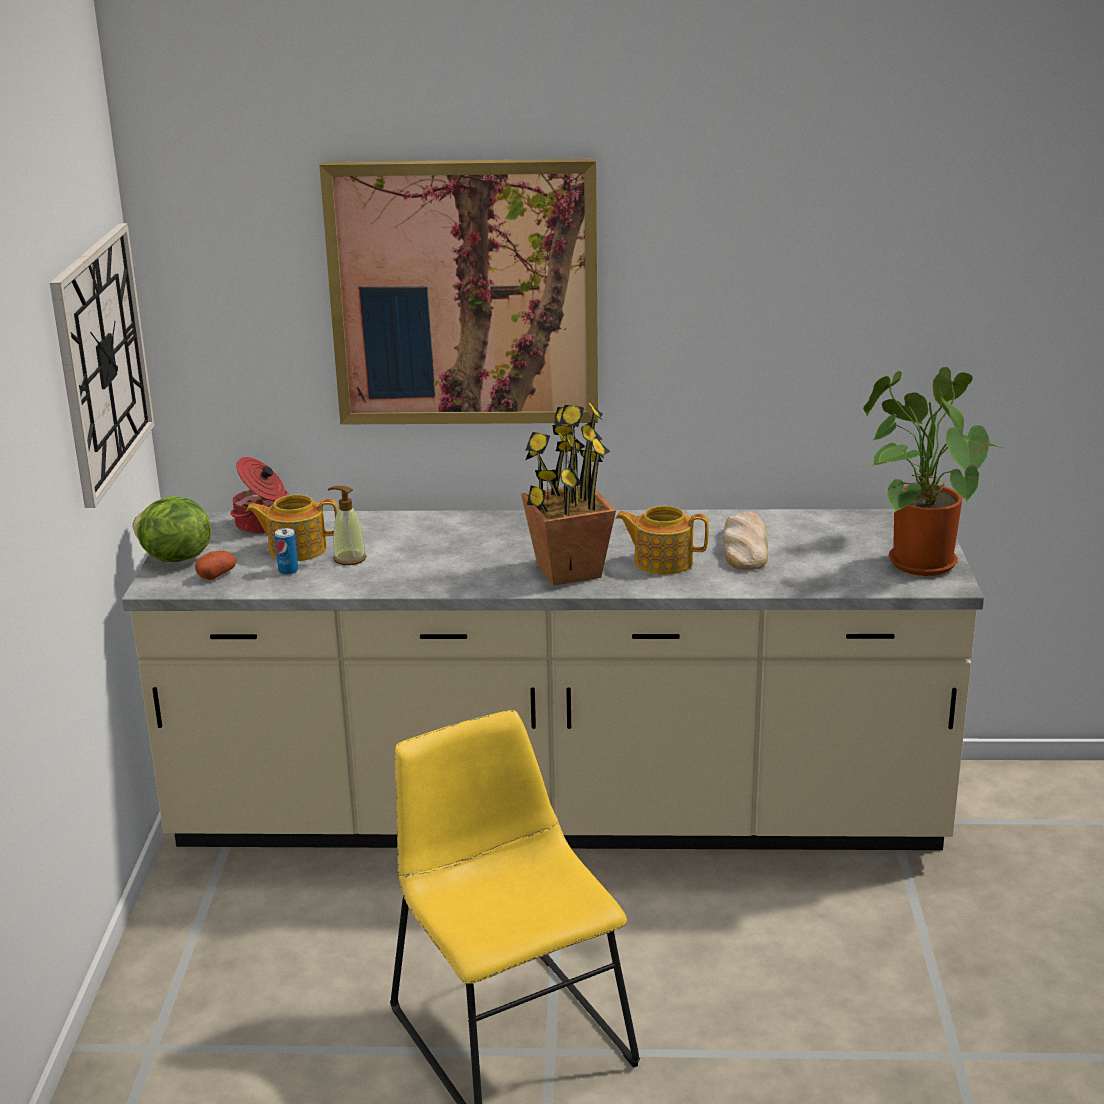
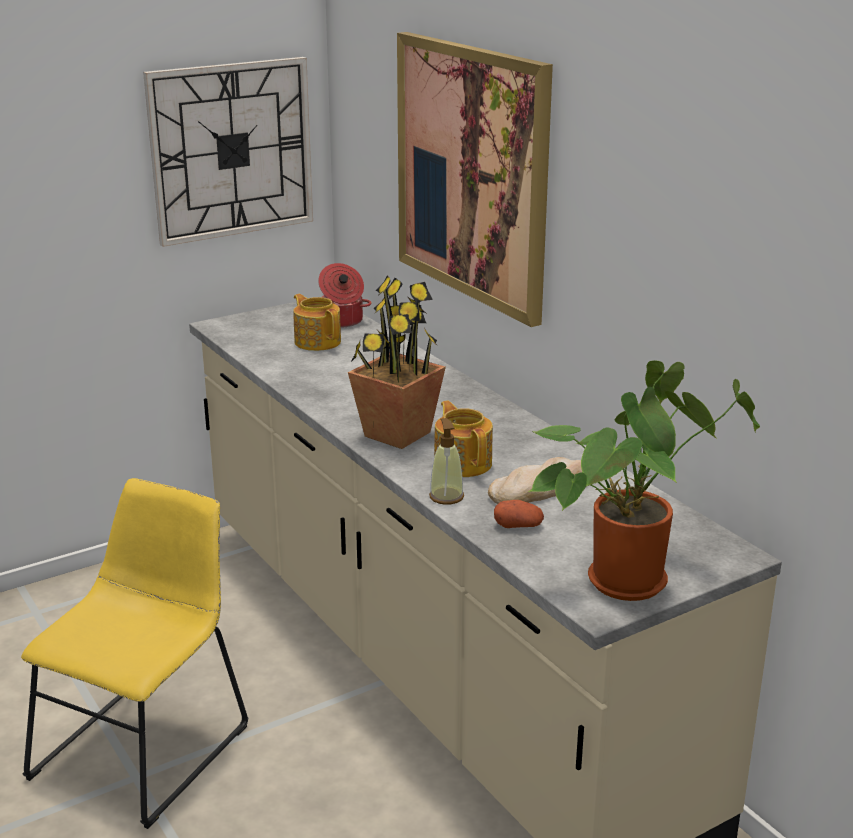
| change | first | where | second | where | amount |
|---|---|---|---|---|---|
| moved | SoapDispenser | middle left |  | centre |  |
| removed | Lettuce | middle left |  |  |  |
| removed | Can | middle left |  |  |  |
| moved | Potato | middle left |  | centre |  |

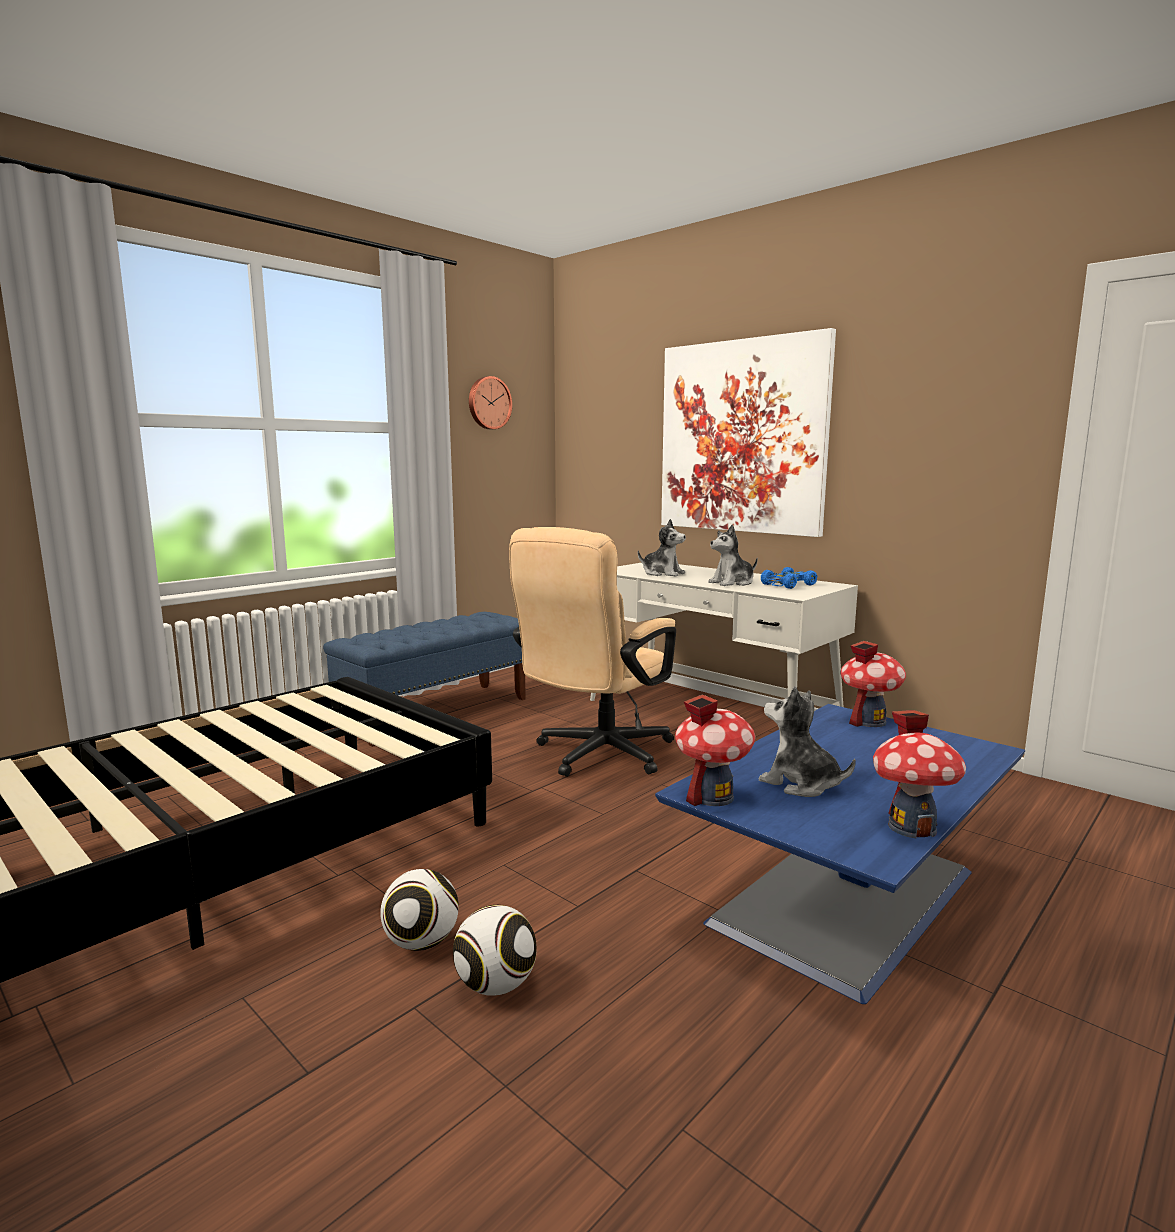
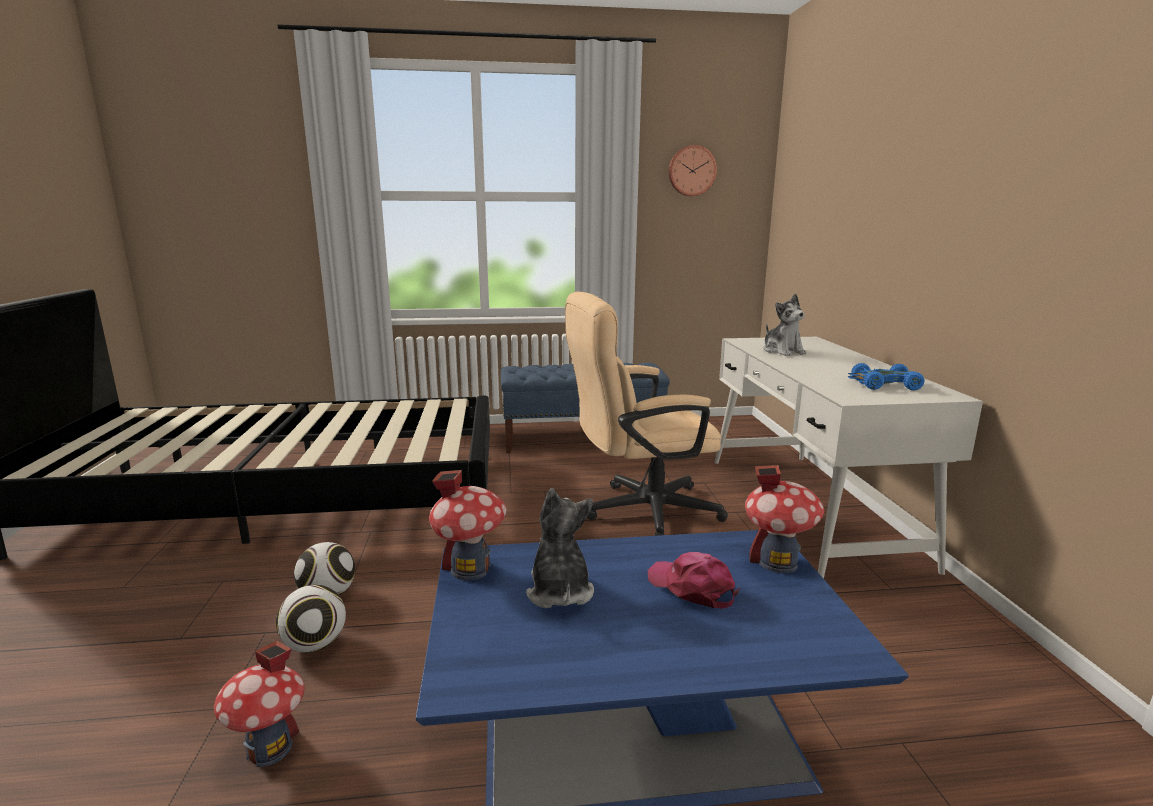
| change | first | where | second | where | amount |
|---|---|---|---|---|---|
| removed | Picture | centre |  |  |  |
| removed | PlushToy (2nd from left) | centre |  |  |  |
| moved | ToyHouse (3rd from left in the first image) | middle right | ToyHouse (1st from left) | bottom left |  |
| added |  |  | PinkCap | bottom centre |  |

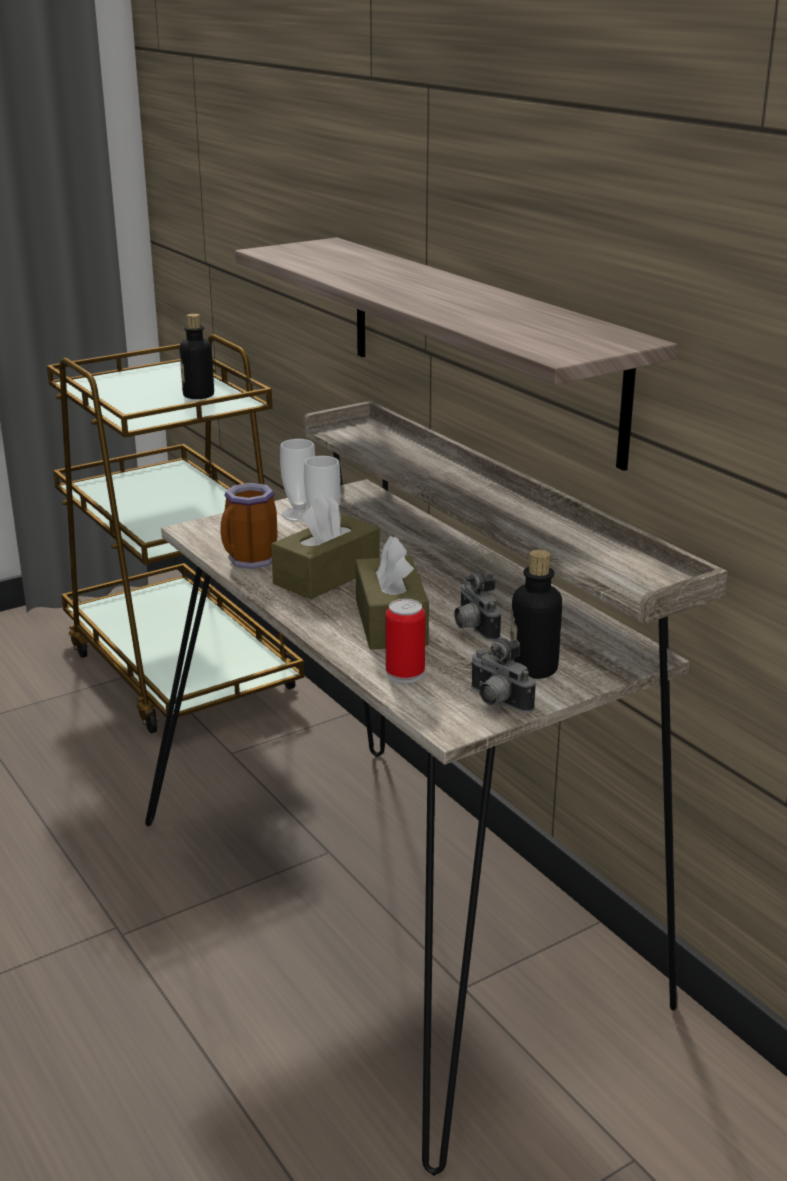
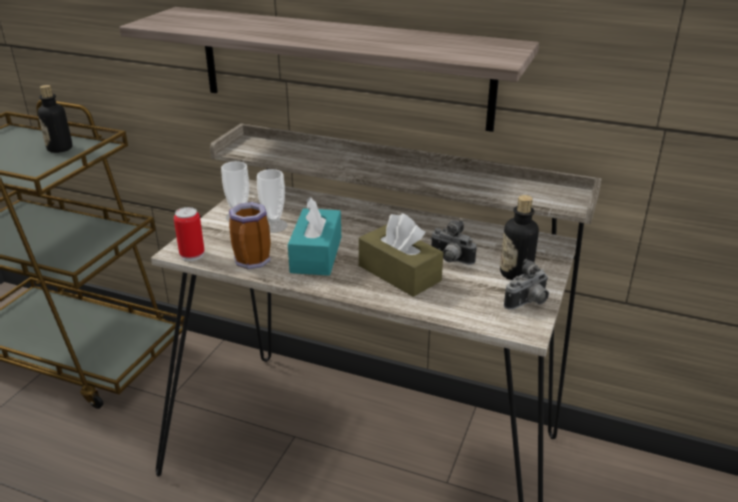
| change | first | where | second | where | amount |
|---|---|---|---|---|---|
| recoloured | BrownTissueBox (1st from left) | centre | TurquoiseTissueBox | centre |  |
| moved | Can | centre |  | middle left |  |
| turned | PhotoCamera (2nd from left) | centre |  | middle right | 45 degrees counterclockwise |

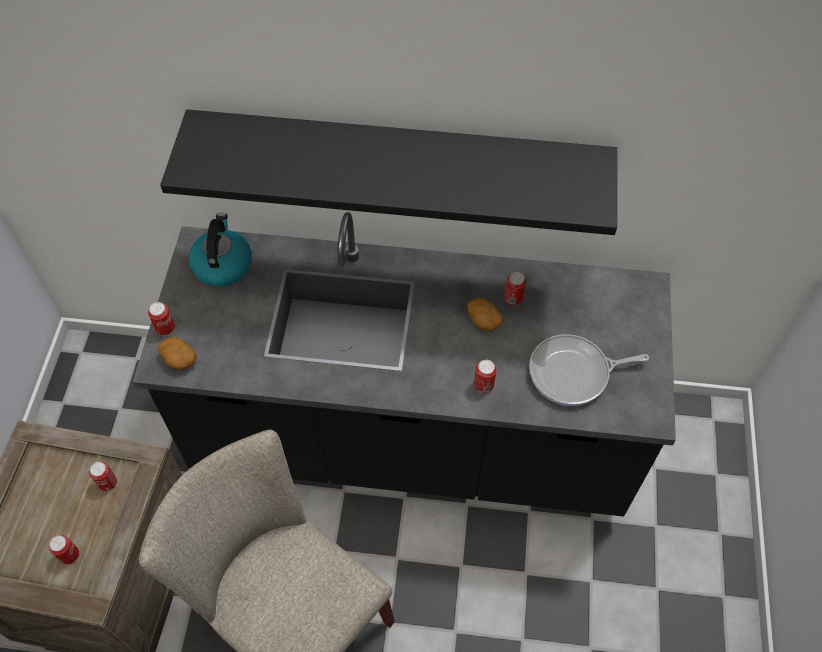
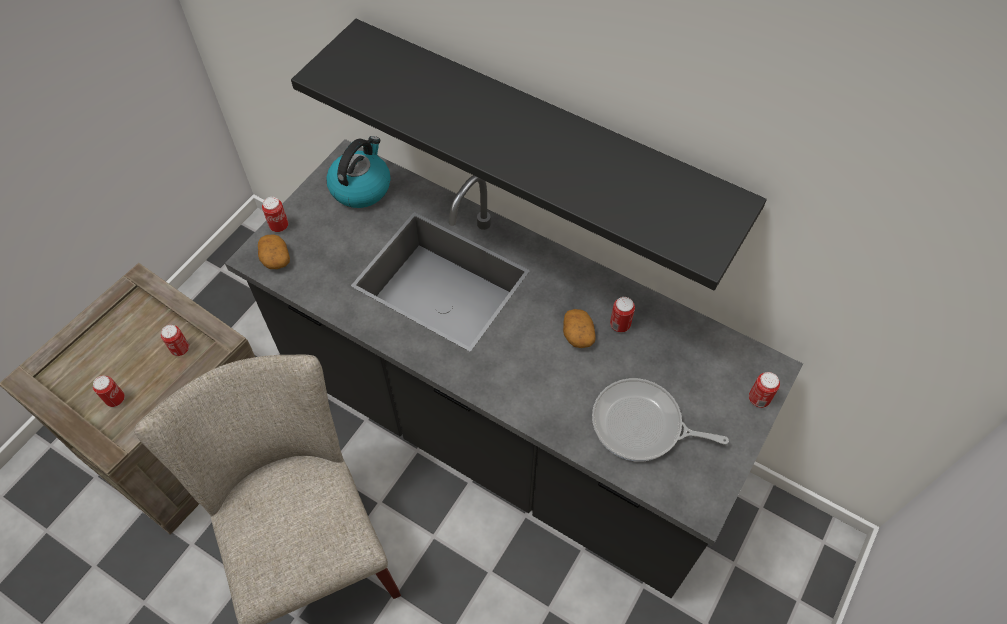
| change | first | where | second | where | amount |
|---|---|---|---|---|---|
| moved | Can (4th from left in the first image) | centre | Can (5th from left) | middle right |  |

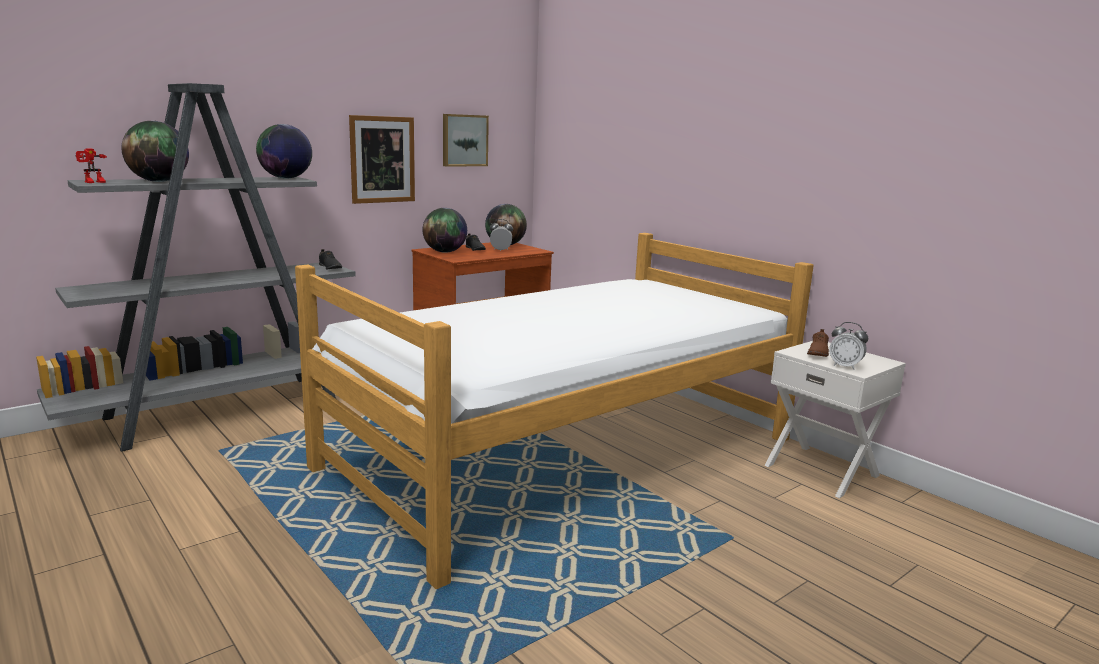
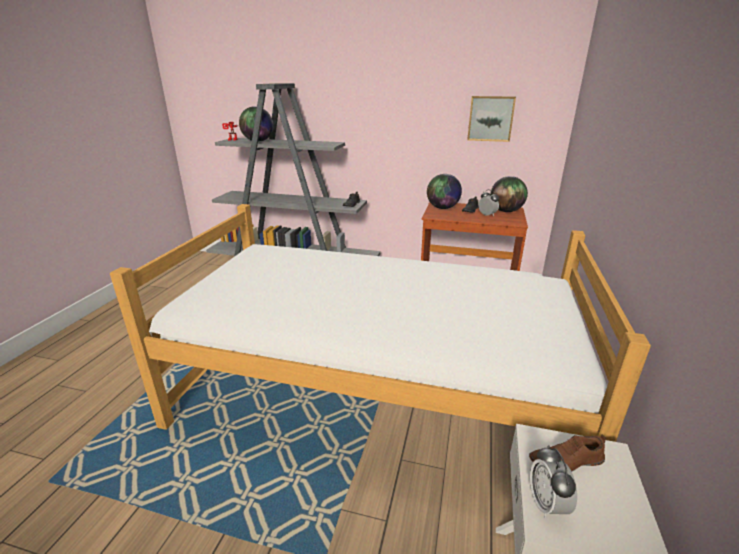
| change | first | where | second | where | amount |
|---|---|---|---|---|---|
| removed | Picture (1st from left) | top centre |  |  |  |
| removed | Globe (2nd from left) | top left |  |  |  |

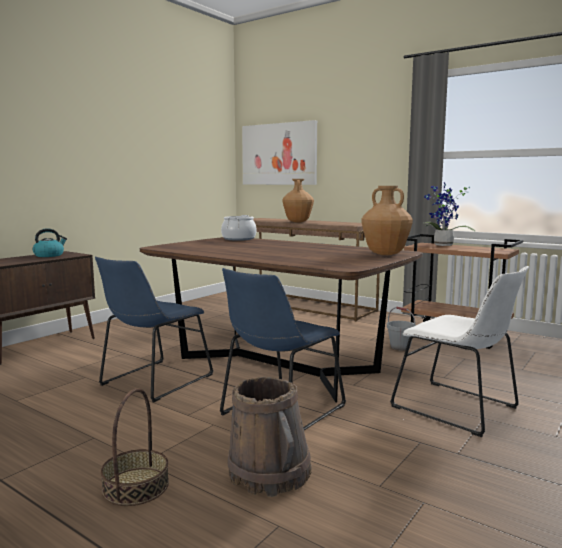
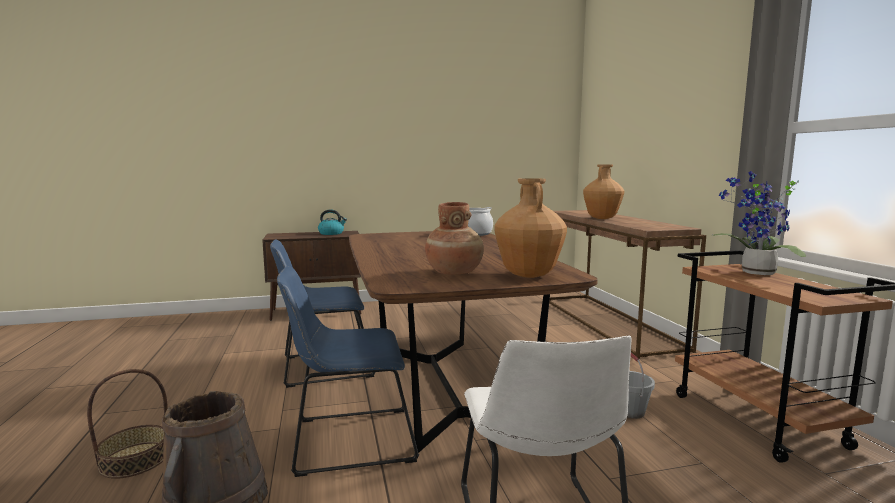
| change | first | where | second | where | amount |
|---|---|---|---|---|---|
| removed | Picture | top centre |  |  |  |
| added |  |  | BrownVase (1st from left) | centre |  |

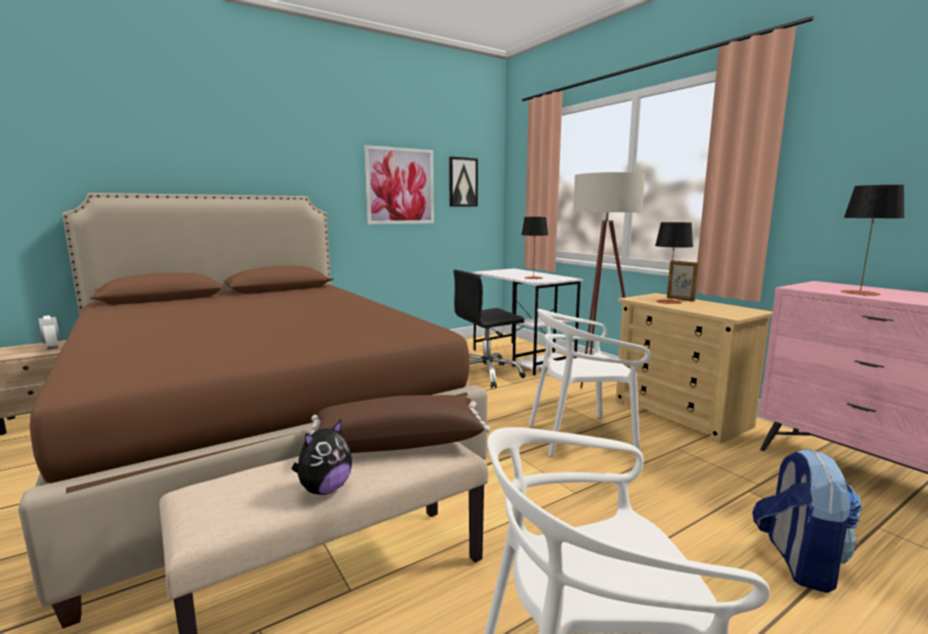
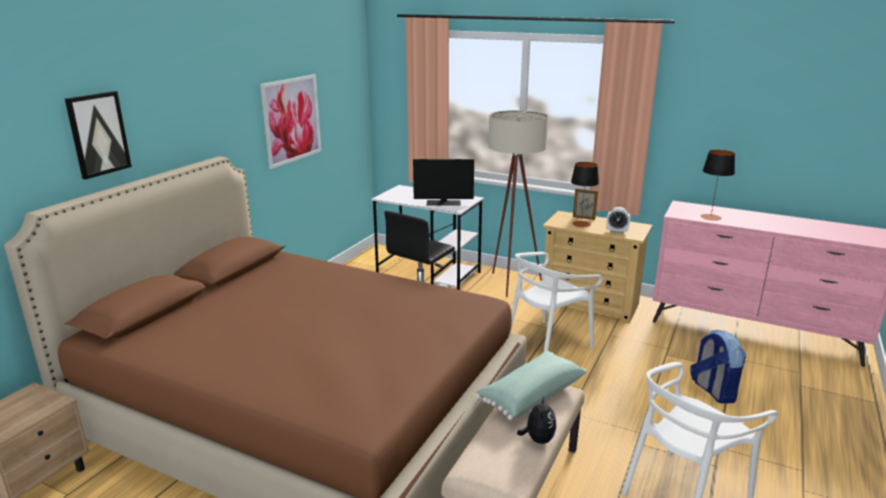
| change | first | where | second | where | amount |
|---|---|---|---|---|---|
| moved | Picture (2nd from left in the first image) | top centre | Picture (1st from left) | top left |  |
| replaced | TableLamp (1st from left) | centre | Monitor | centre |  |
| moved | AlarmClock | middle left |  | middle right |  |
| recoloured | BrownPillow | bottom centre | GreenPillow | bottom centre |  |

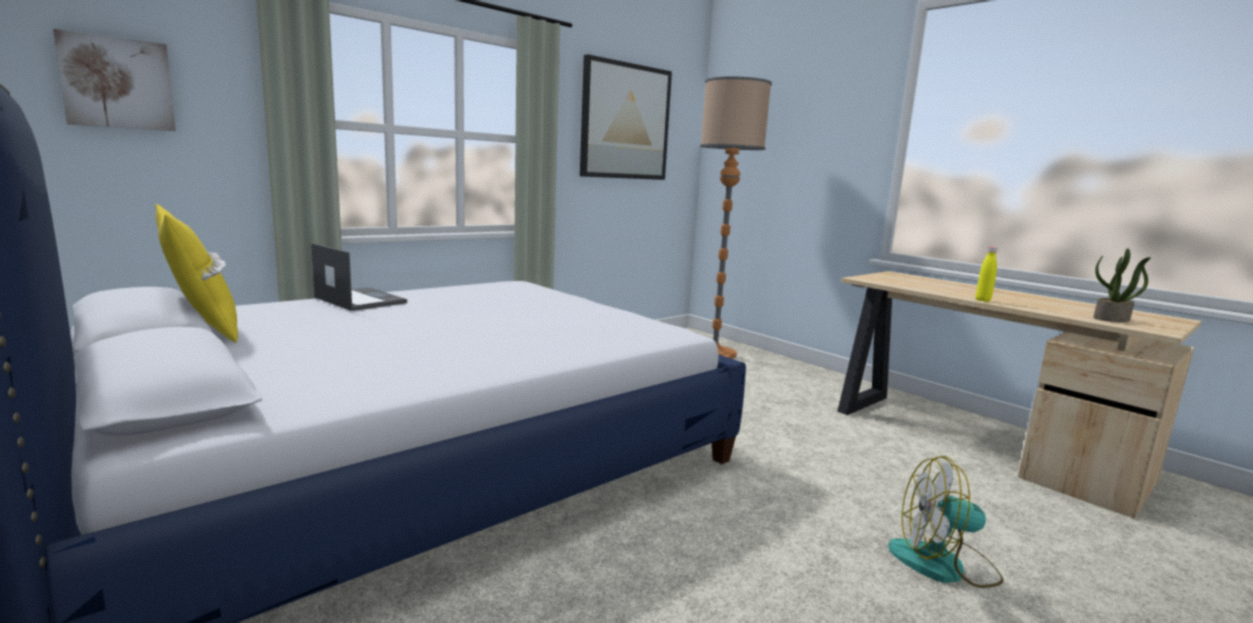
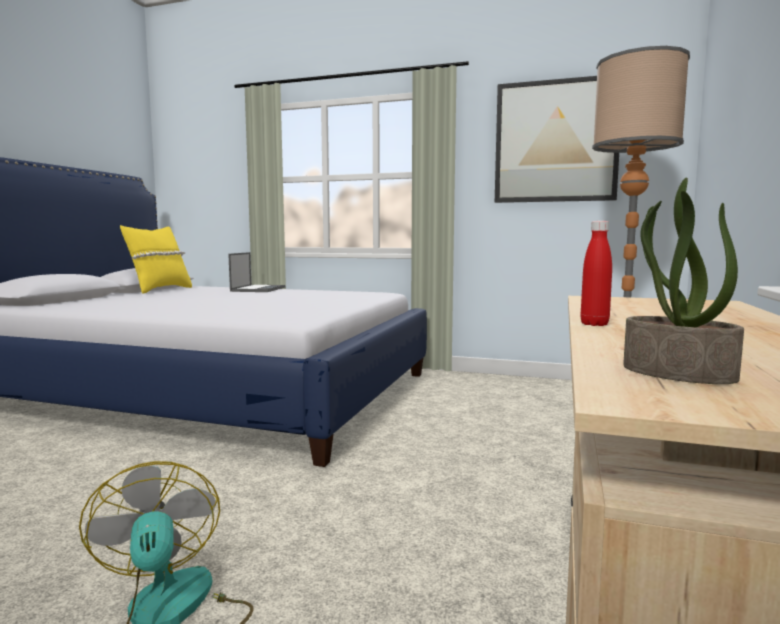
| change | first | where | second | where | amount |
|---|---|---|---|---|---|
| removed | Picture (1st from left) | top left |  |  |  |
| recoloured | YellowBottle | middle right | RedBottle | middle right |  |

